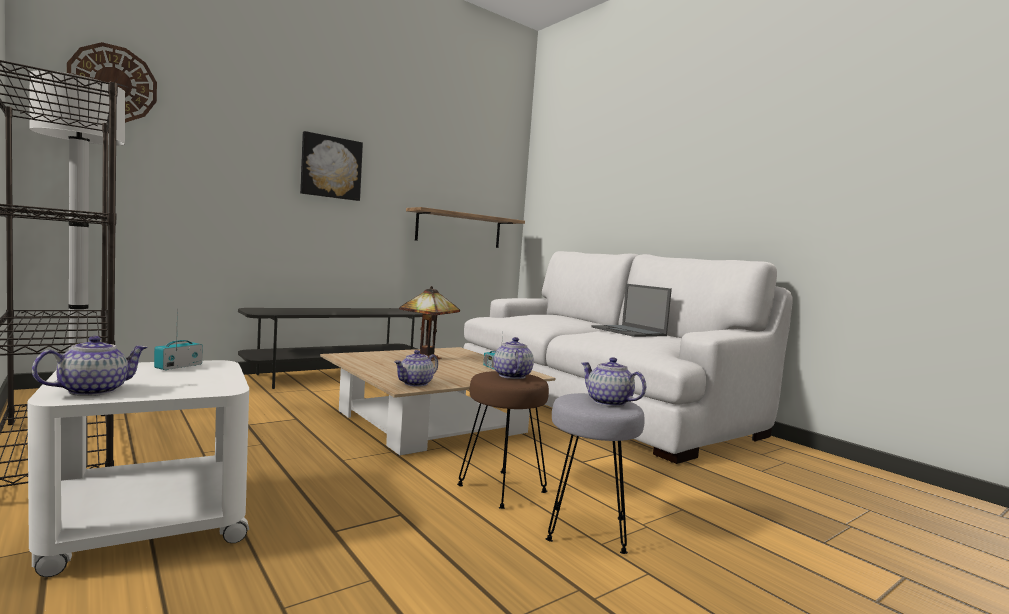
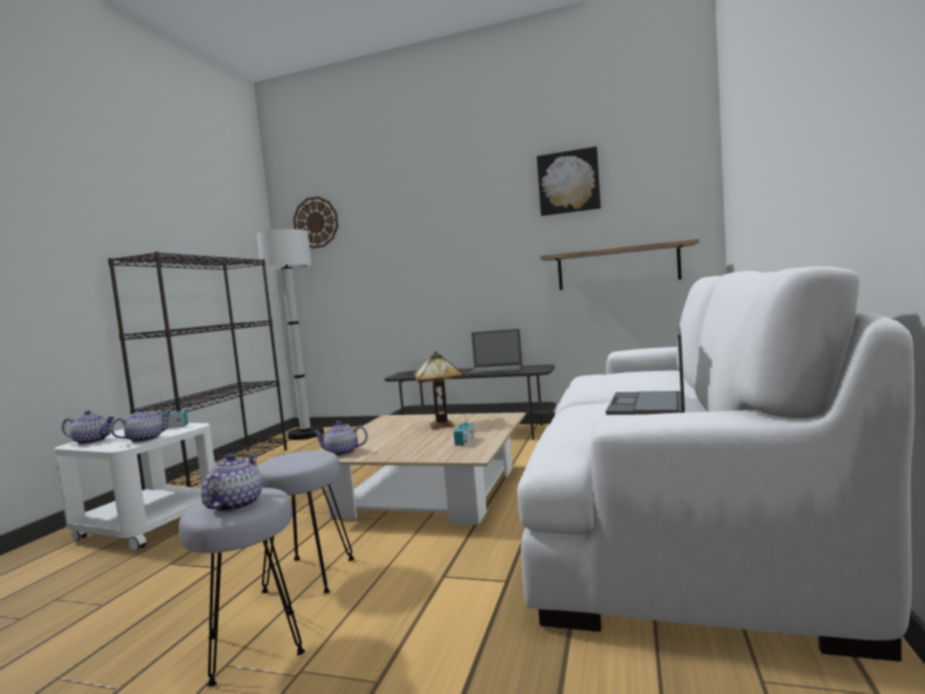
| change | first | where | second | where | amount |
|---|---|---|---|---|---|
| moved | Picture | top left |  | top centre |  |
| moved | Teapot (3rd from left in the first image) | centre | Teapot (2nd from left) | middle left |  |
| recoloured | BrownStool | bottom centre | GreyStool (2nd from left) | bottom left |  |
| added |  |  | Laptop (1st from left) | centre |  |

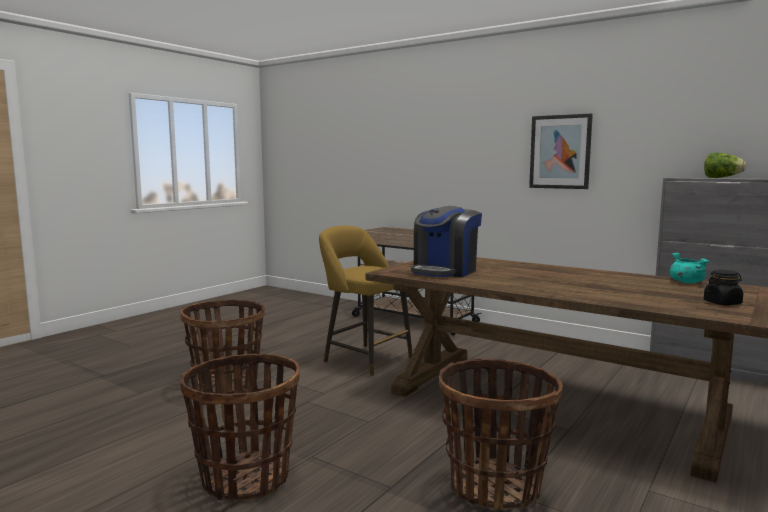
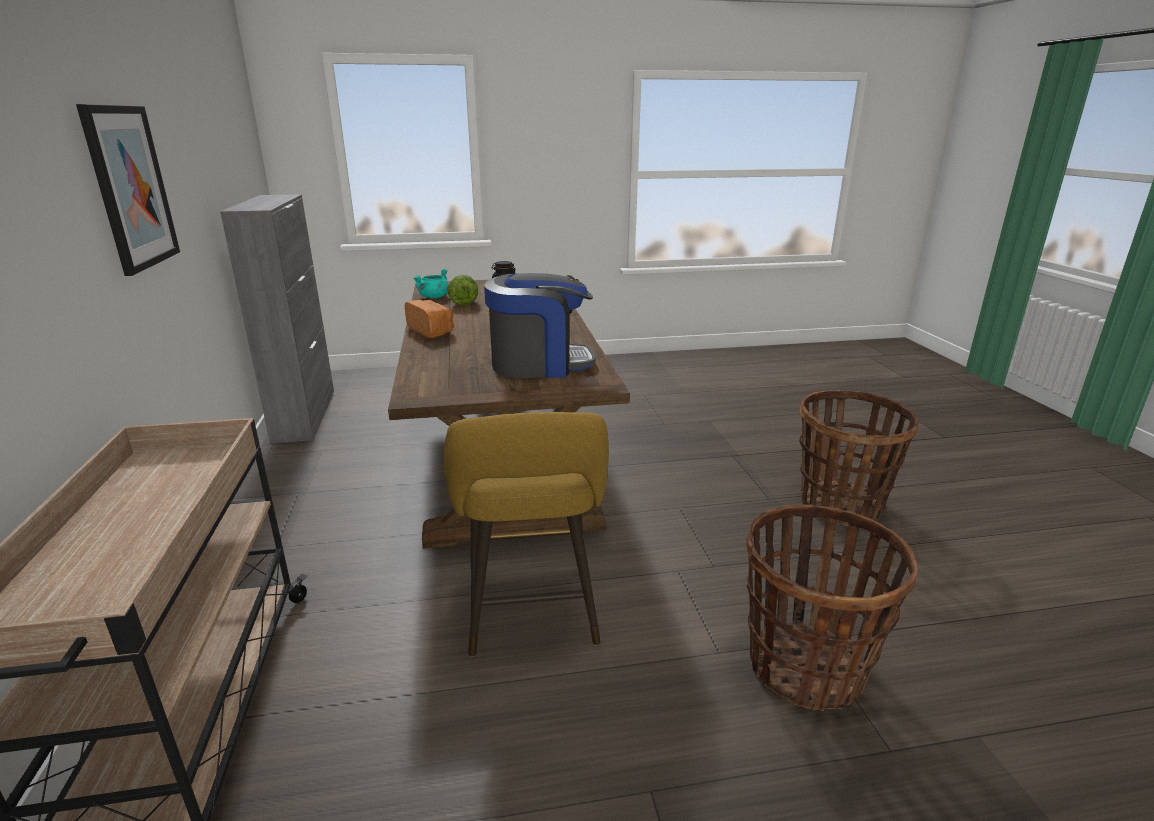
| change | first | where | second | where | amount |
|---|---|---|---|---|---|
| moved | Lettuce | top right |  | centre |  |
| removed | Basket (3rd from left) | bottom centre |  |  |  |
| added |  |  | Bread | centre |  |

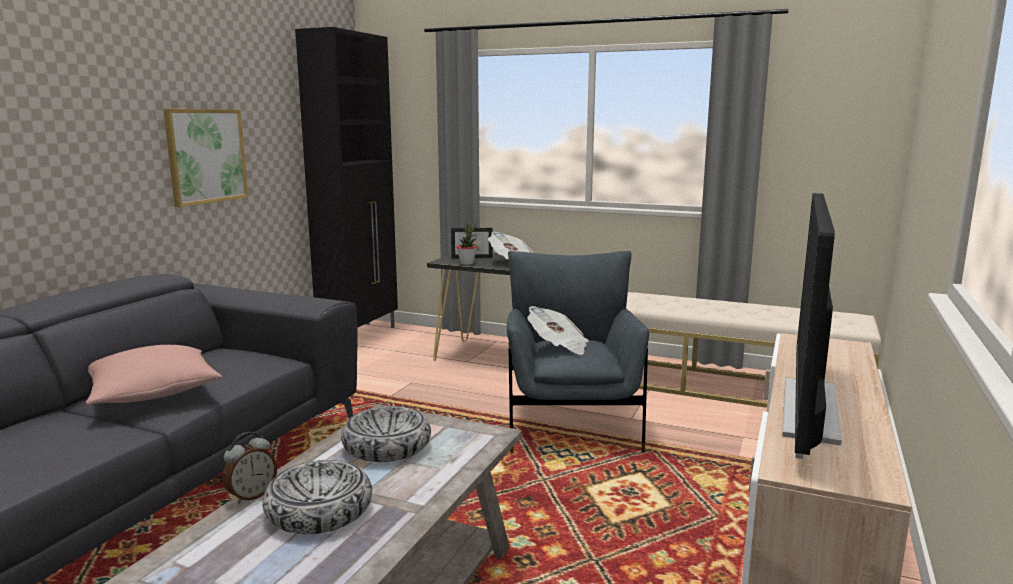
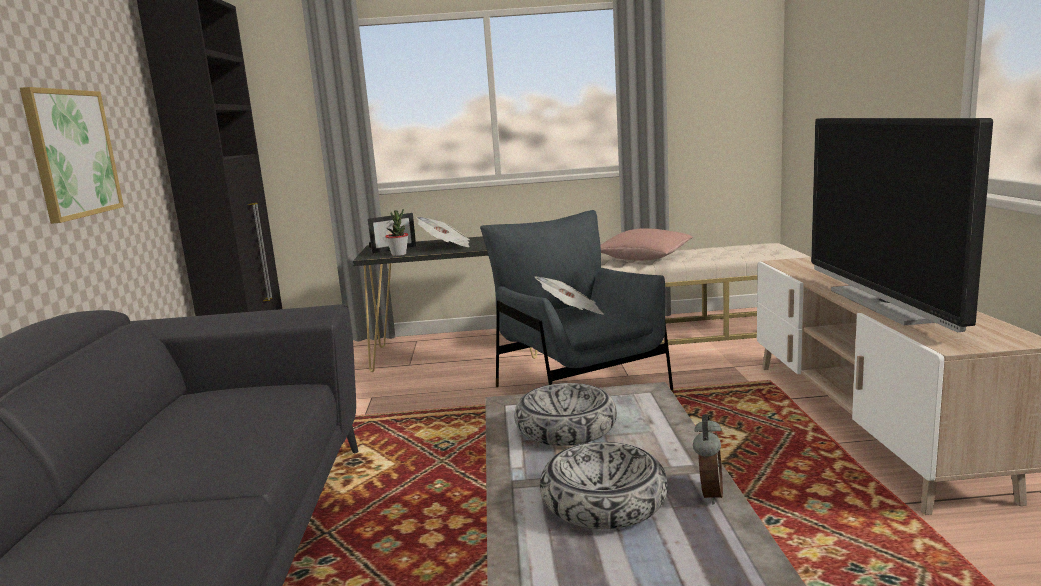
| change | first | where | second | where | amount |
|---|---|---|---|---|---|
| moved | PinkPillow | middle left |  | centre |  |
| moved | AlarmClock | bottom left |  | bottom right |  |

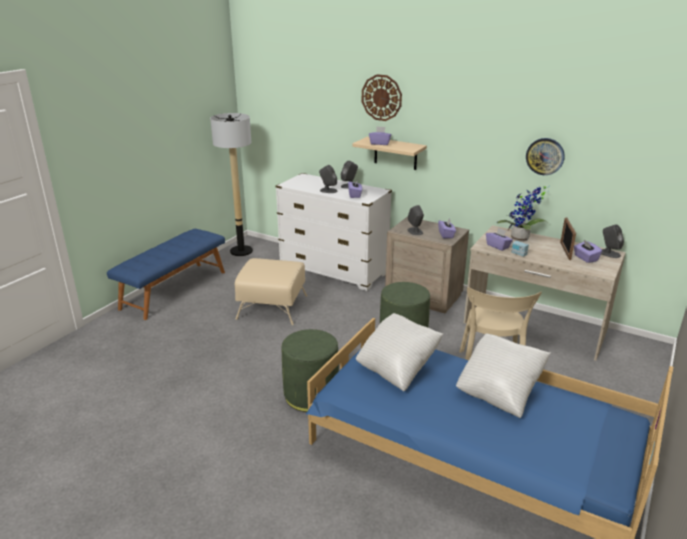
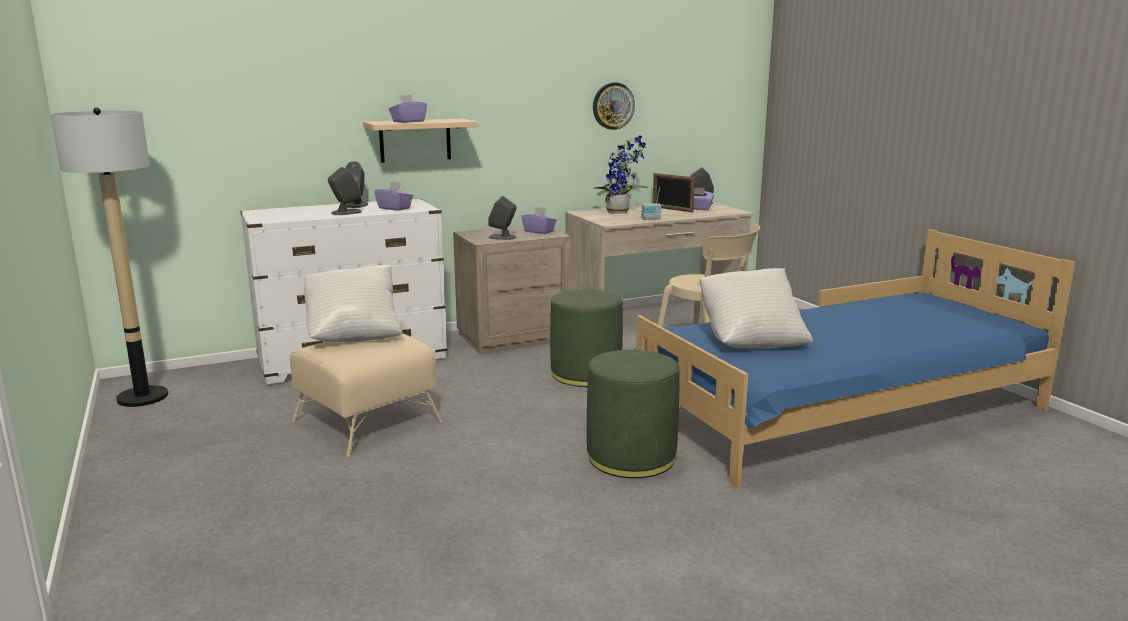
| change | first | where | second | where | amount |
|---|---|---|---|---|---|
| removed | WallClock (1st from left) | top centre |  |  |  |
| removed | PurpleTissueBox (4th from left) | middle right |  |  |  |
| removed | BlueBench | middle left |  |  |  |
| moved | WhitePillow (2nd from left in the first image) | bottom right | WhitePillow (1st from left) | middle left |  |

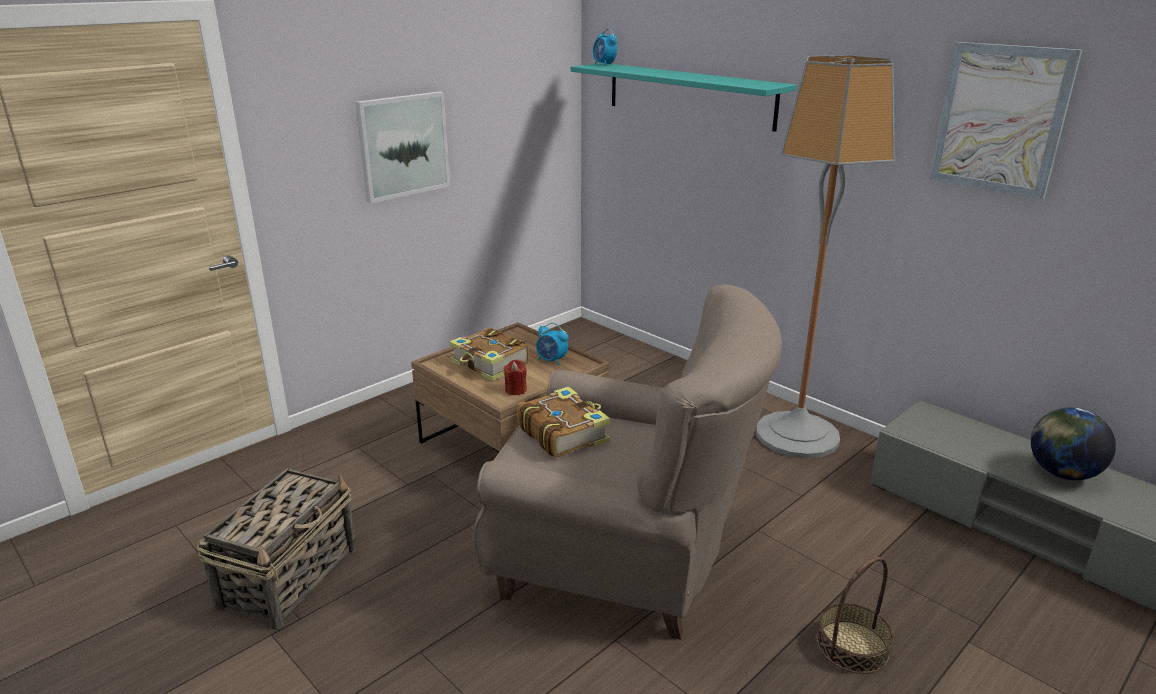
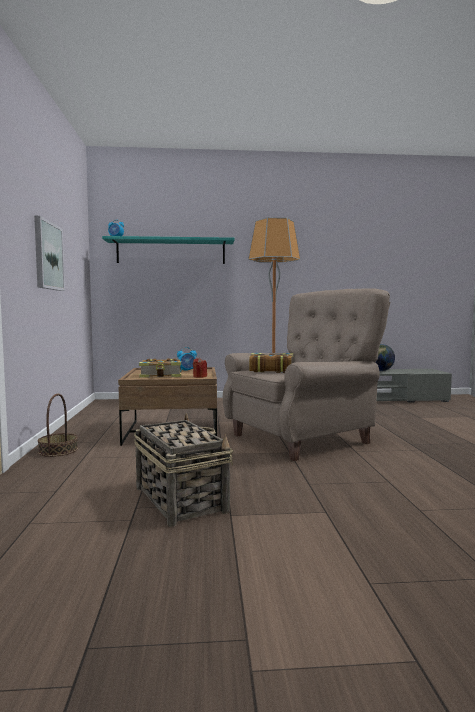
| change | first | where | second | where | amount |
|---|---|---|---|---|---|
| removed | Picture (2nd from left) | top right |  |  |  |
| moved | Basket (2nd from left in the first image) | bottom right | Basket (1st from left) | middle left |  |

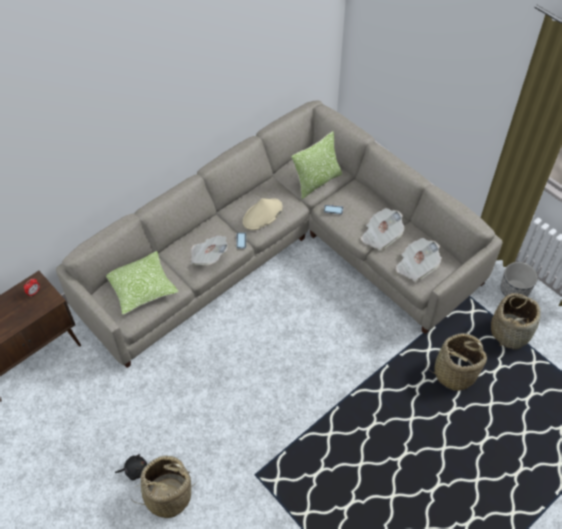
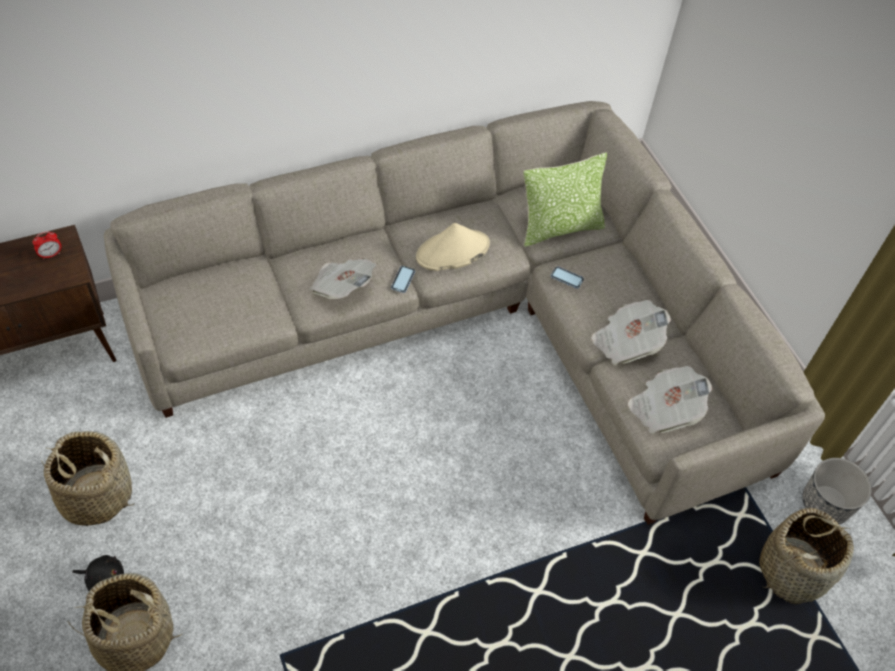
| change | first | where | second | where | amount |
|---|---|---|---|---|---|
| removed | Pillow (1st from left) | middle left |  |  |  |
| moved | Basket (2nd from left in the first image) | bottom right | Basket (1st from left) | bottom left |  |

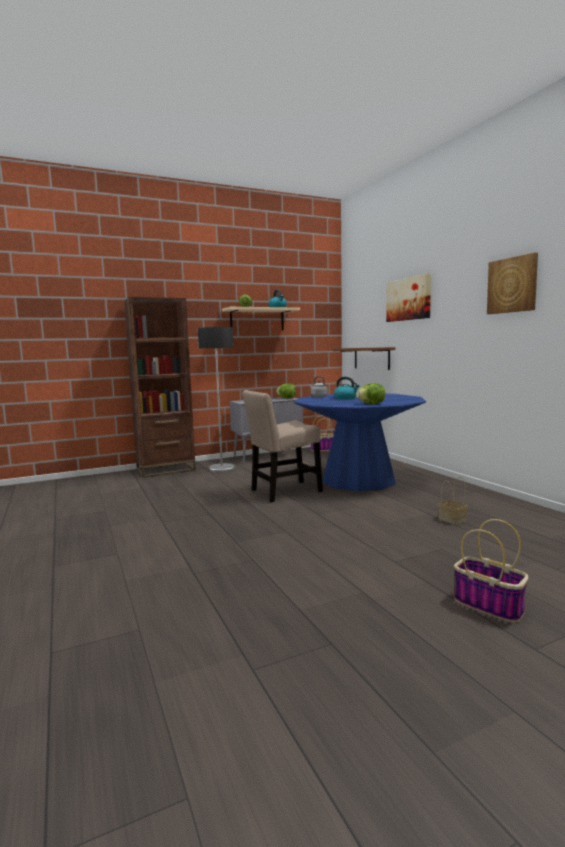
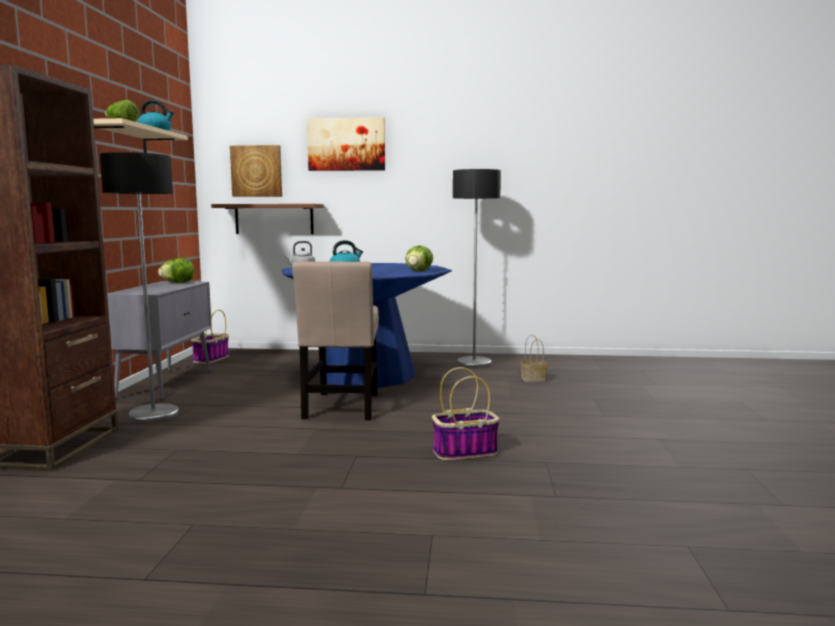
| change | first | where | second | where | amount |
|---|---|---|---|---|---|
| moved | Picture (2nd from left in the first image) | middle right | Picture (1st from left) | top left |  |
| moved | Basket (3rd from left in the first image) | bottom right | Basket (2nd from left) | centre |  |
| added |  |  | FloorLamp (2nd from left) | centre |  |

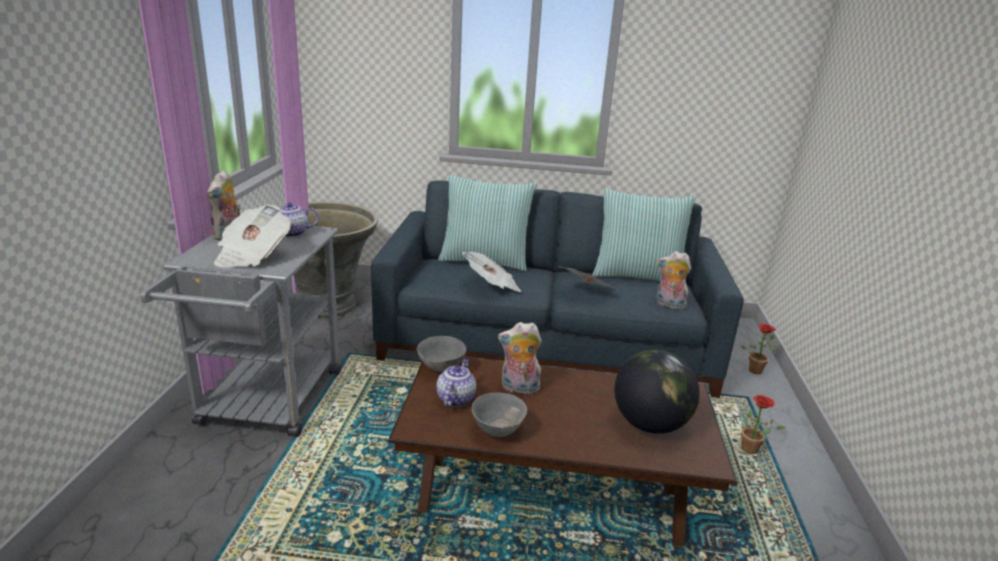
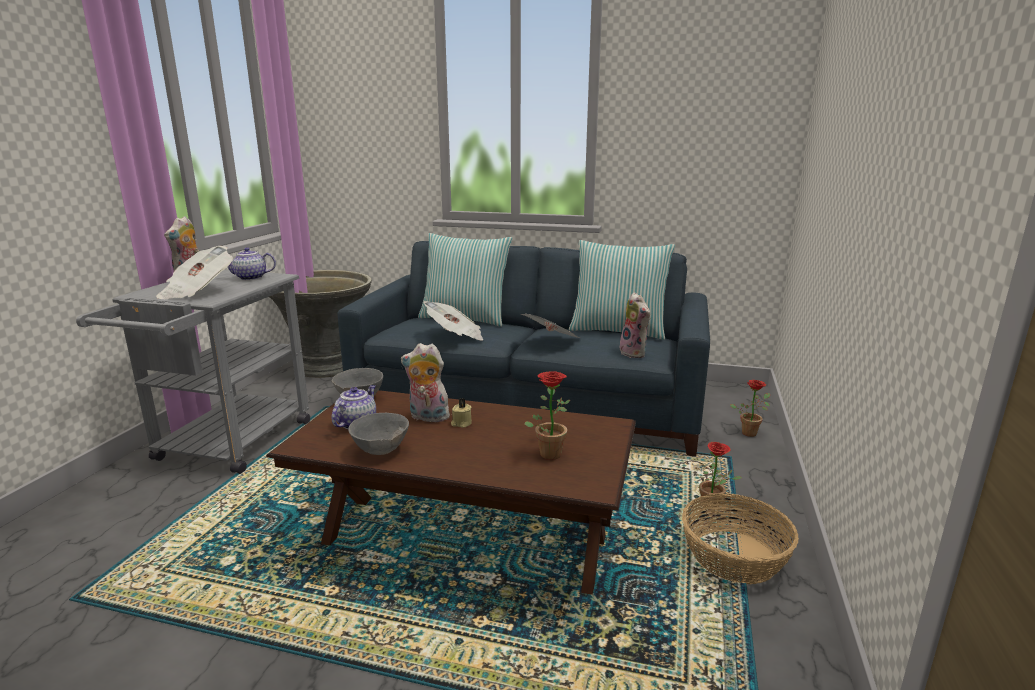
| change | first | where | second | where | amount |
|---|---|---|---|---|---|
| turned | PlushToy (3rd from left) | middle right |  | centre | 150 degrees counterclockwise |
| replaced | Globe | bottom centre | PottedPlant (1st from left) | centre |  |
| added |  |  | BeigeCandle | centre |  |
| added |  |  | Basket | bottom right |  |

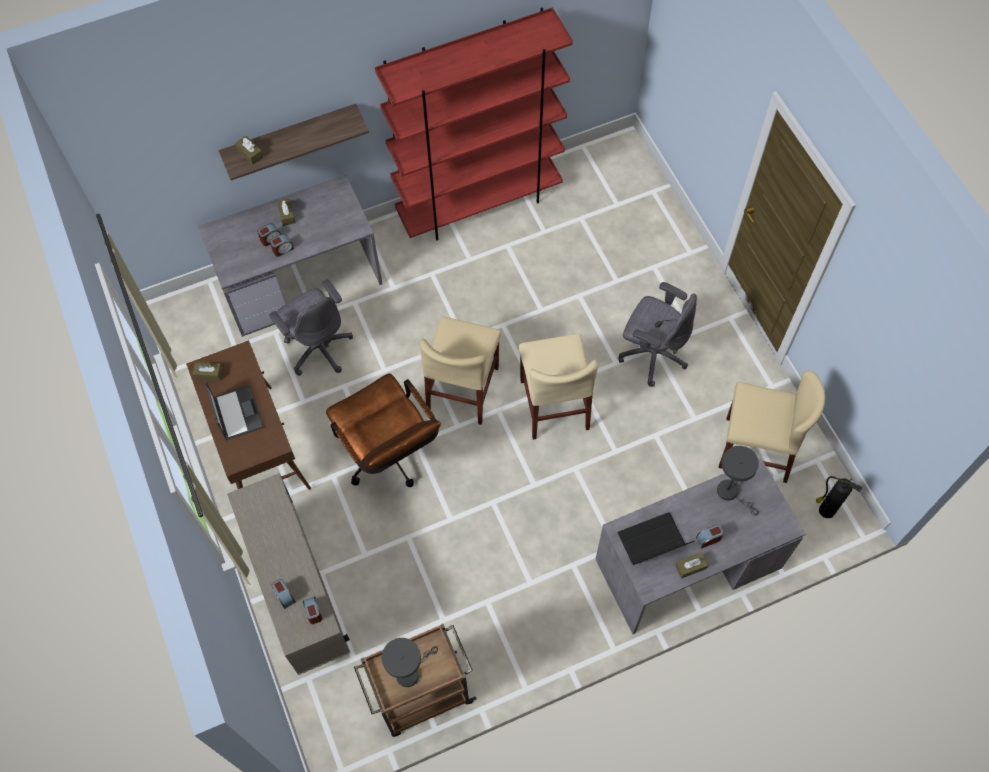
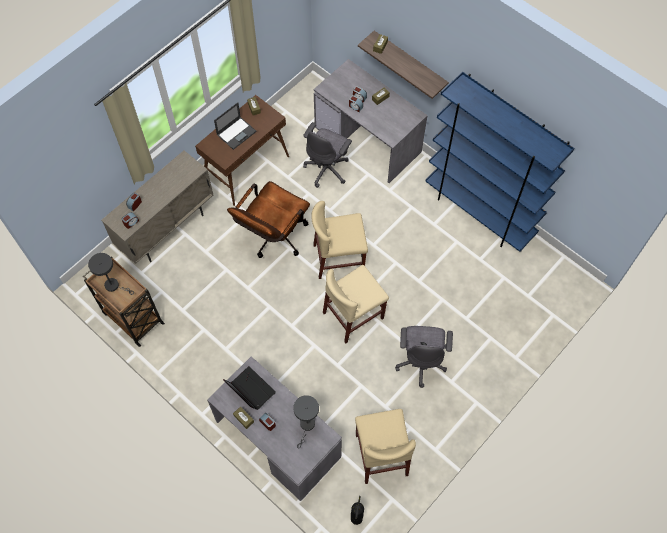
| change | first | where | second | where | amount |
|---|---|---|---|---|---|
| recoloured | RedBookcase | top centre | BlueBookcase | top right |  |

